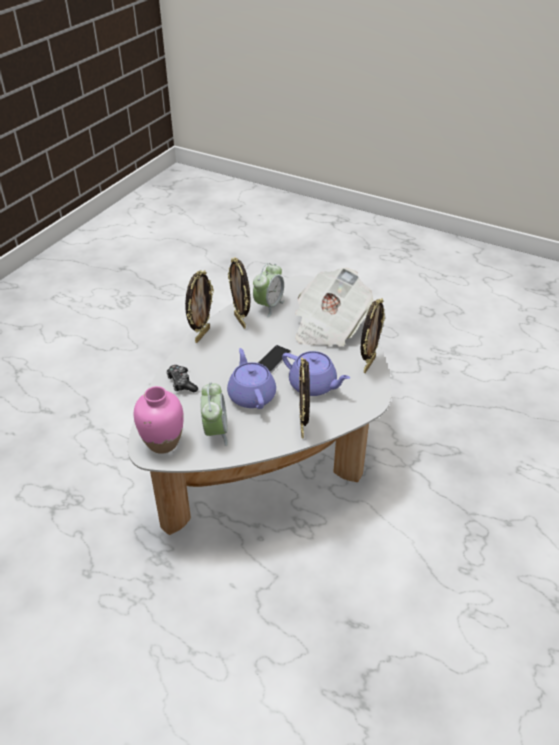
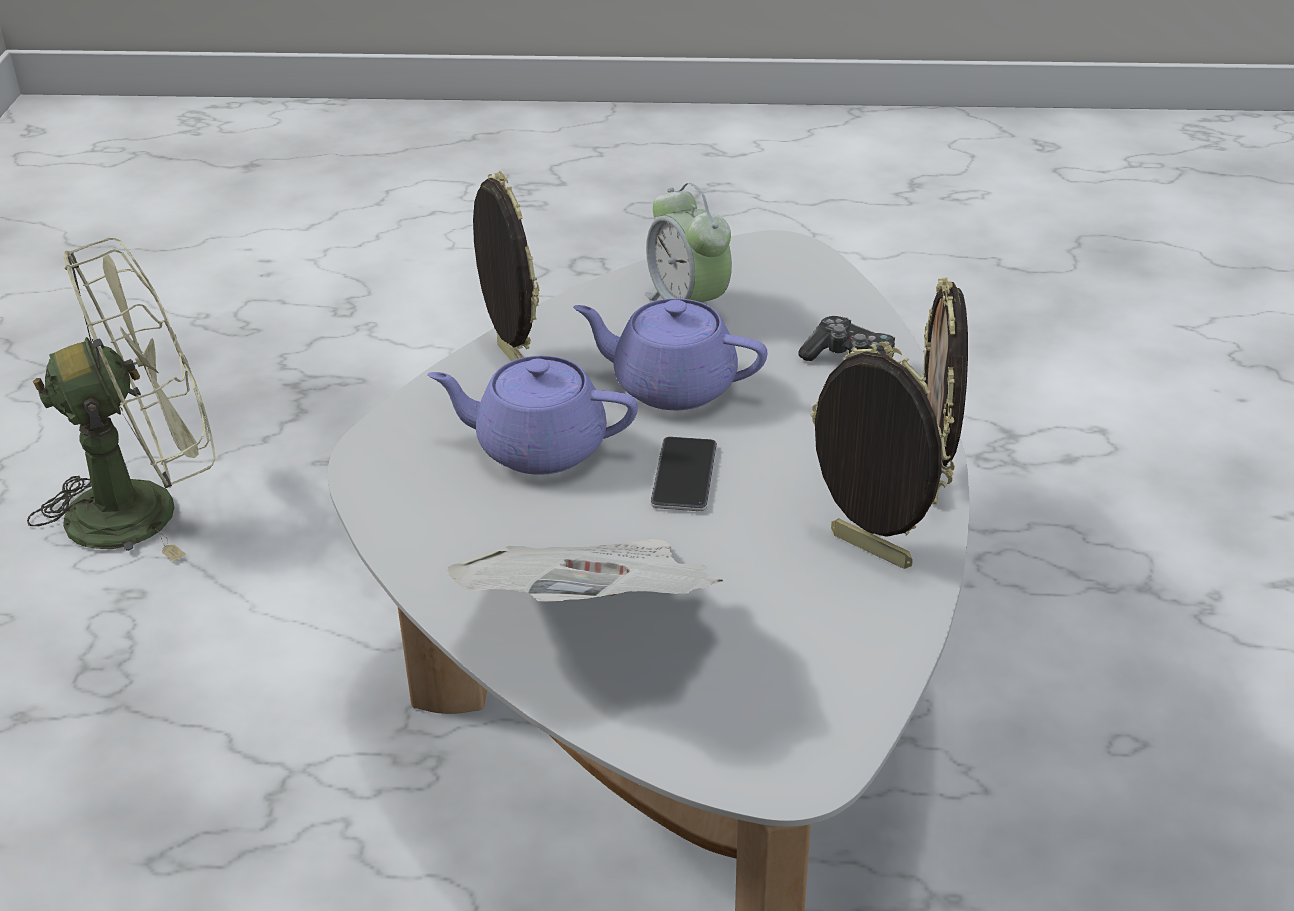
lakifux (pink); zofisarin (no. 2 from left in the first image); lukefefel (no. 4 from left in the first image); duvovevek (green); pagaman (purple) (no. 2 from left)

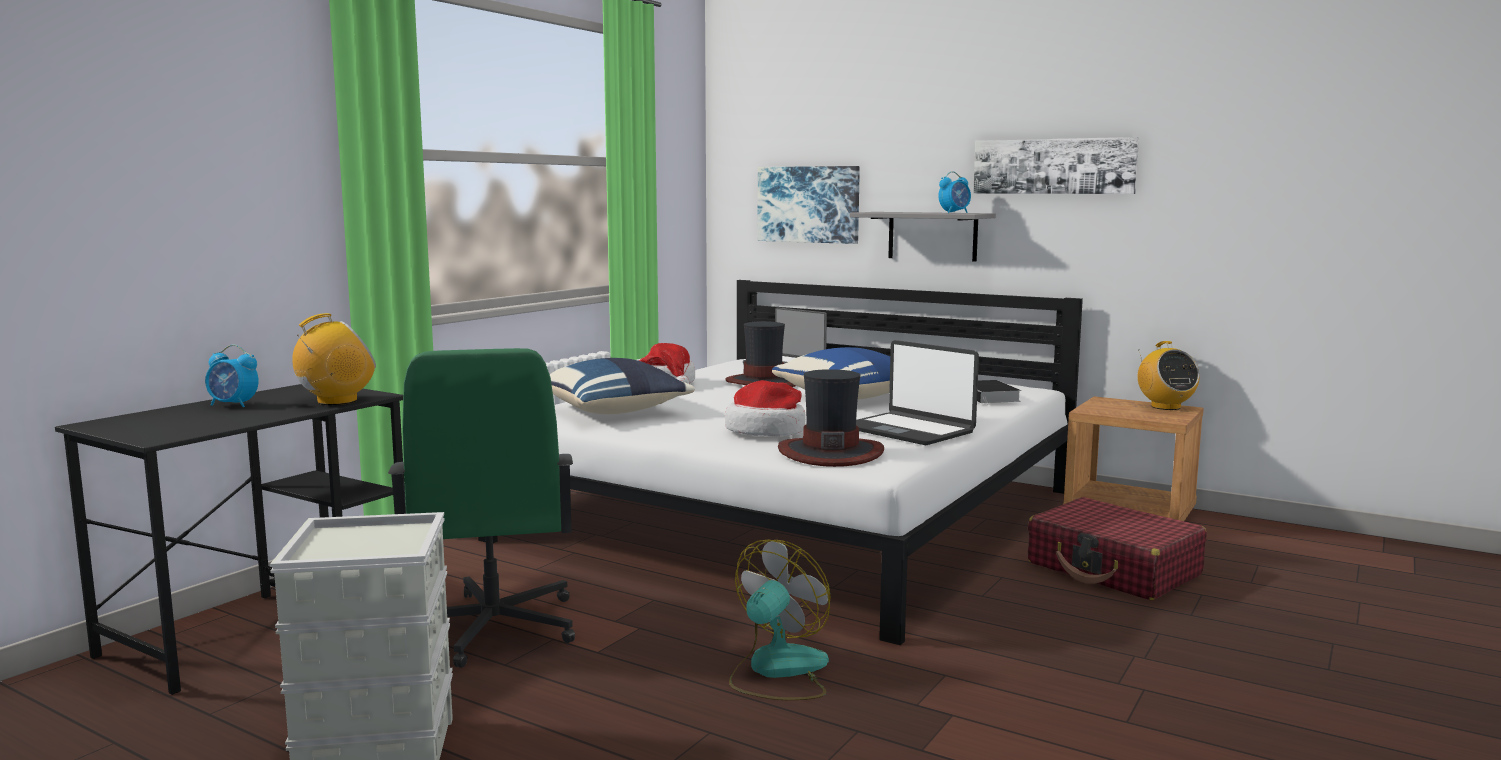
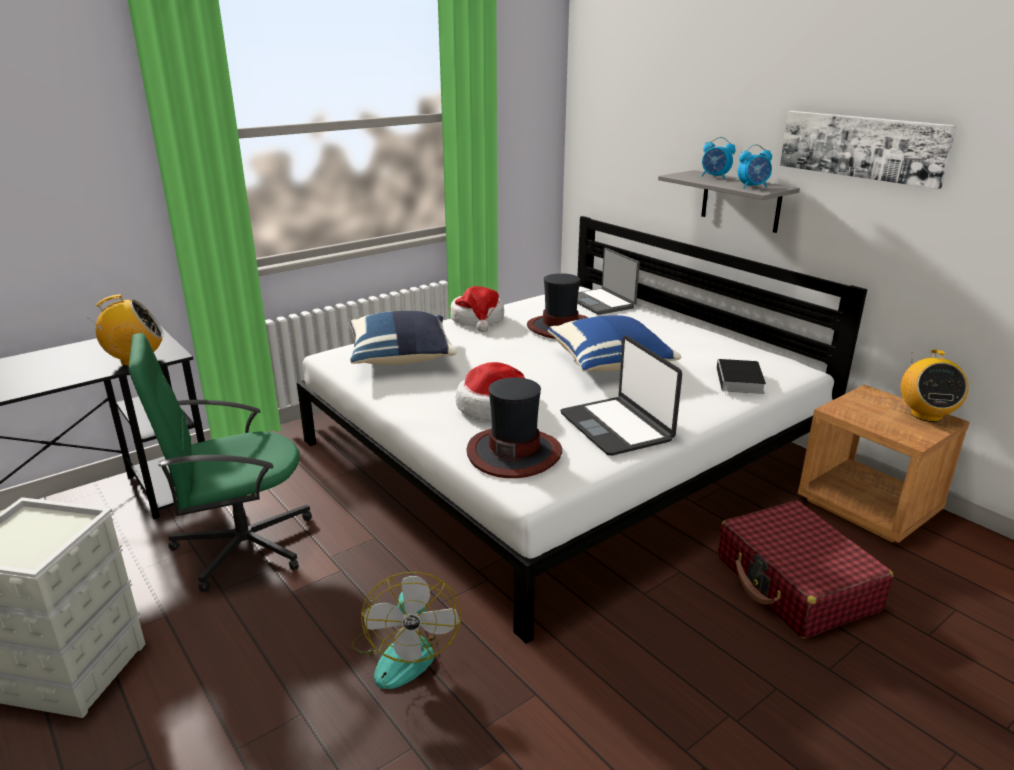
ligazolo (no. 1 from left in the first image); zofisarin (no. 1 from left); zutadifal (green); duvovevek

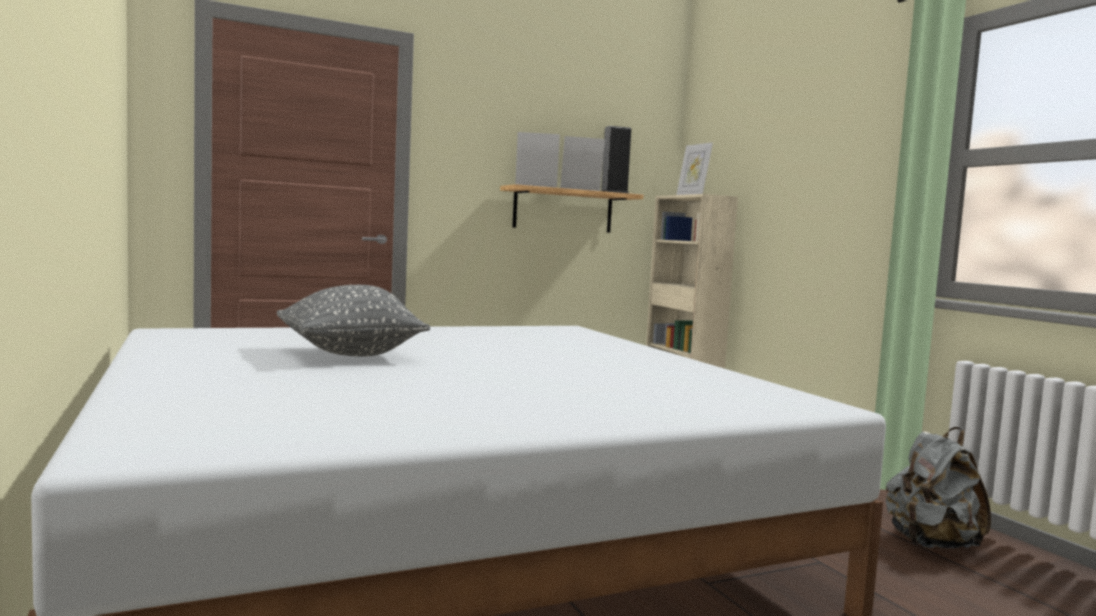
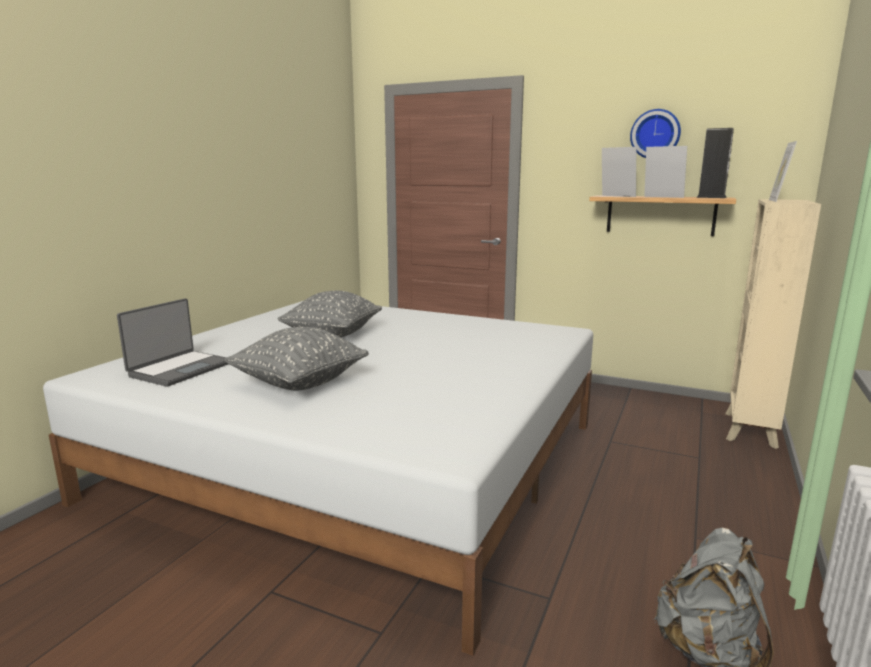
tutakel; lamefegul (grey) (no. 1 from left); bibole

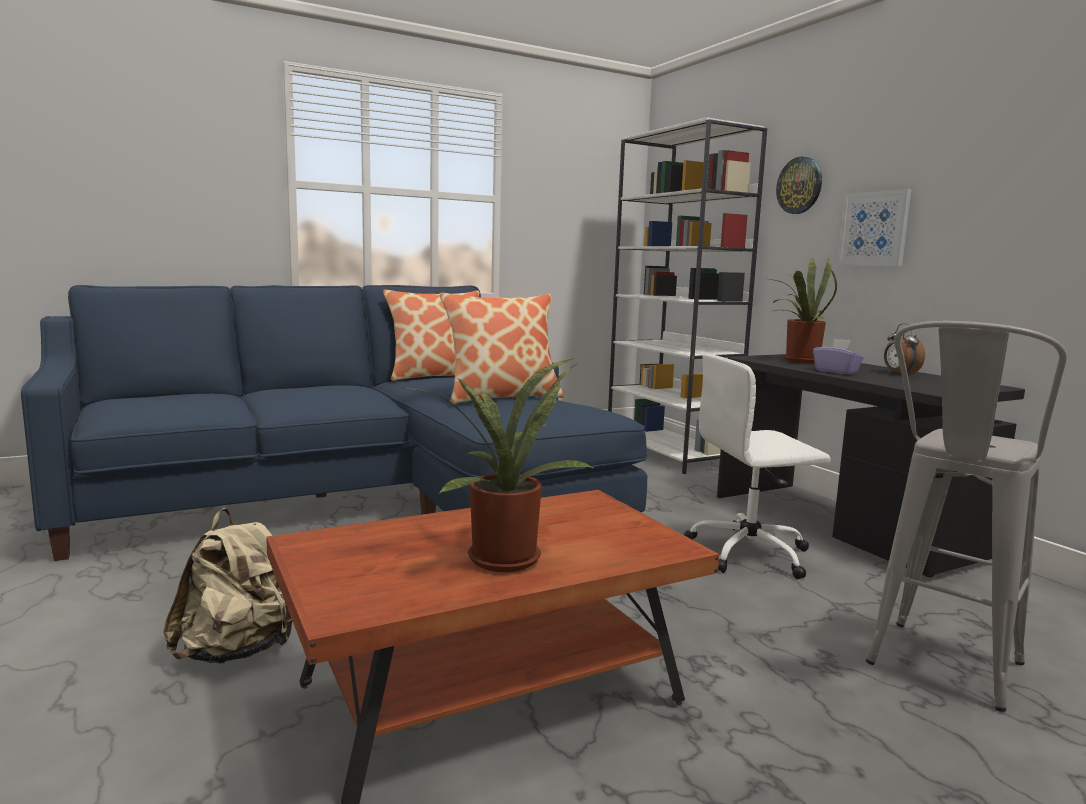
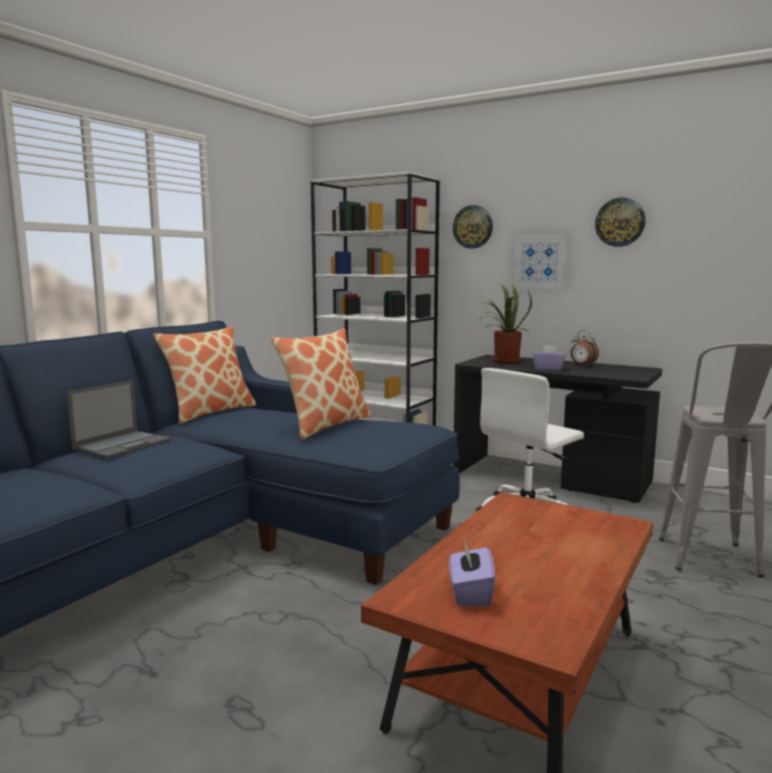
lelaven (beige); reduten (no. 1 from left in the first image); tutakel; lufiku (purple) (no. 1 from left); bibole (no. 2 from left)

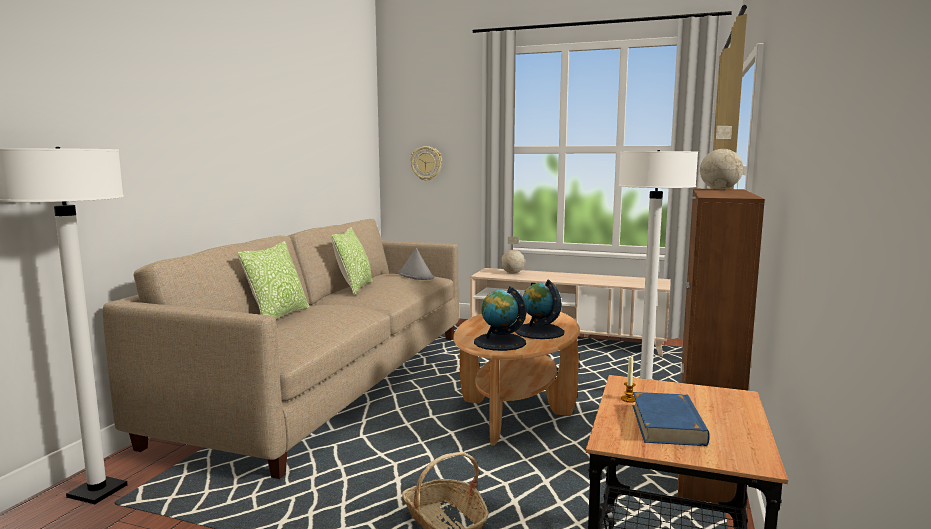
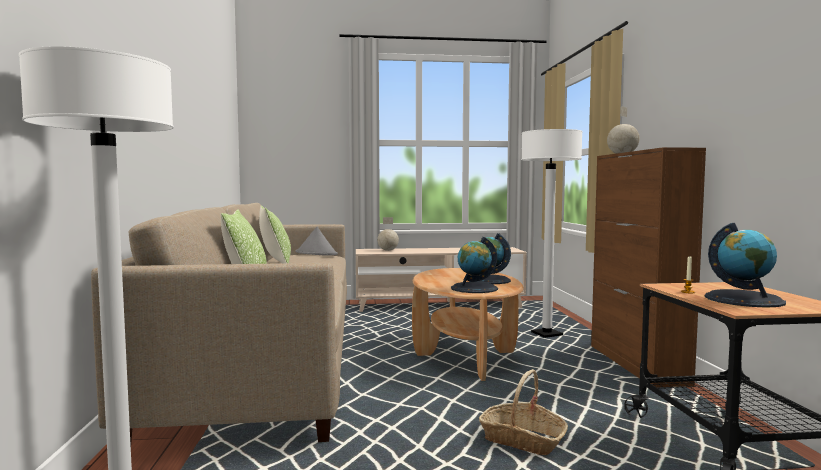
bibole; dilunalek (no. 5 from left)

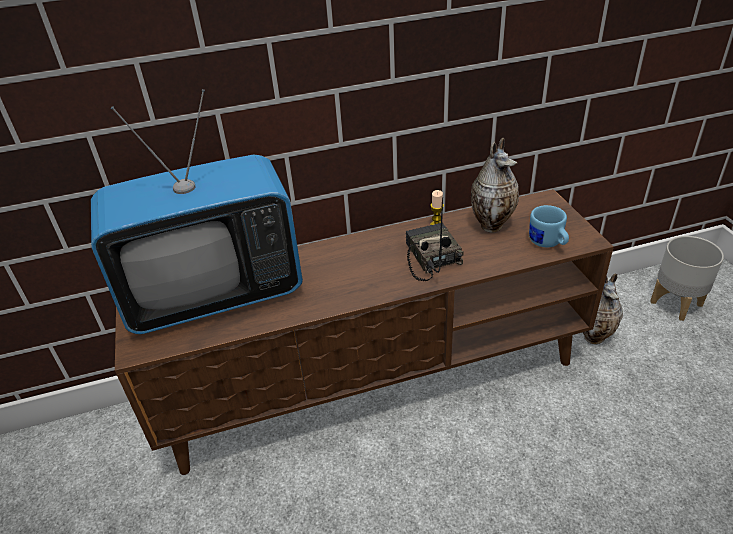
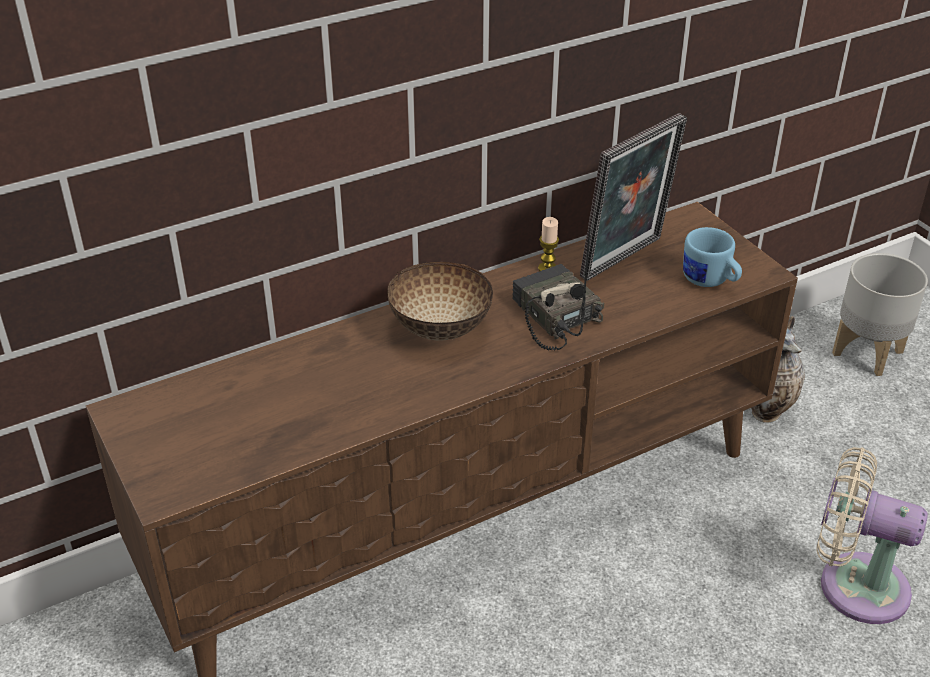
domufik; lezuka; duvovevek (beige); lukefefel

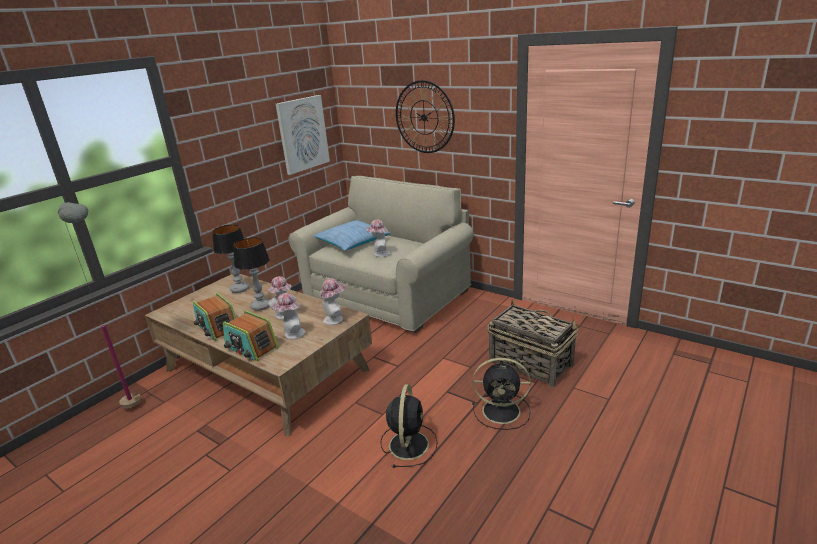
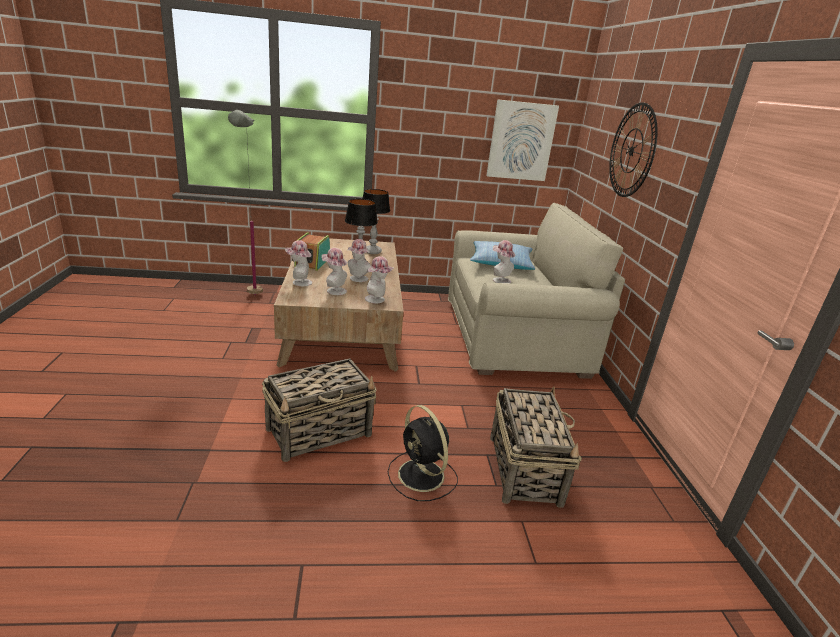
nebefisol (no. 1 from left); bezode (no. 1 from left)

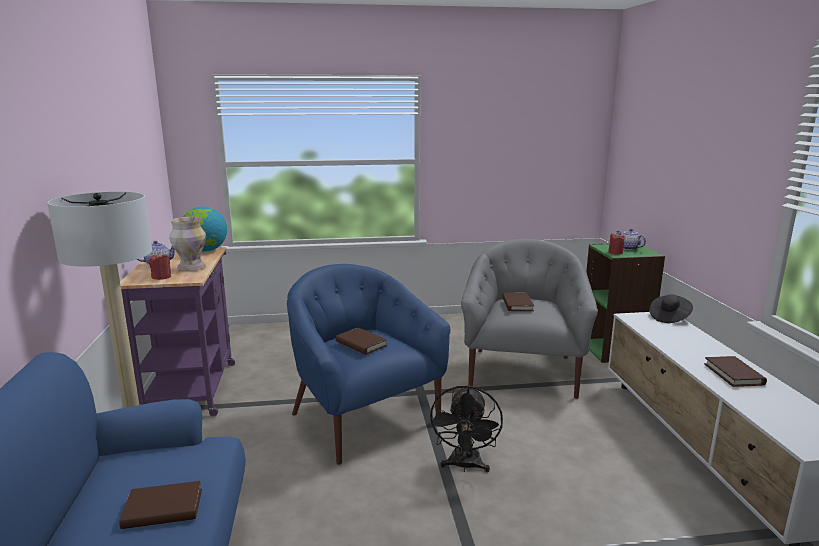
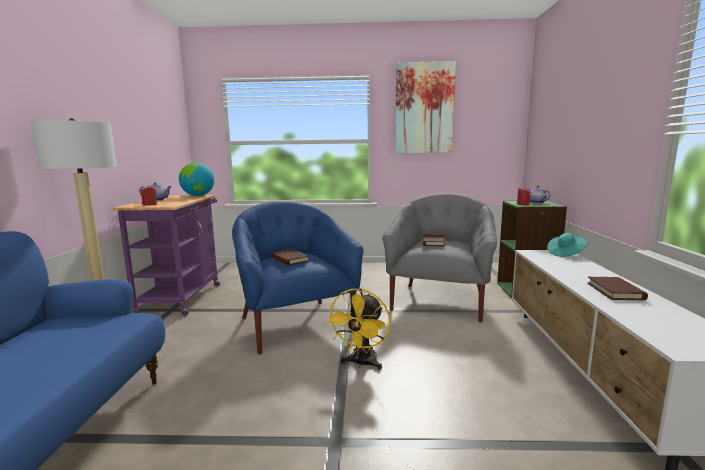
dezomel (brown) (no. 1 from left in the first image); lakifux; ligazolo; duvovevek (yellow); nebefisol (turquoise)

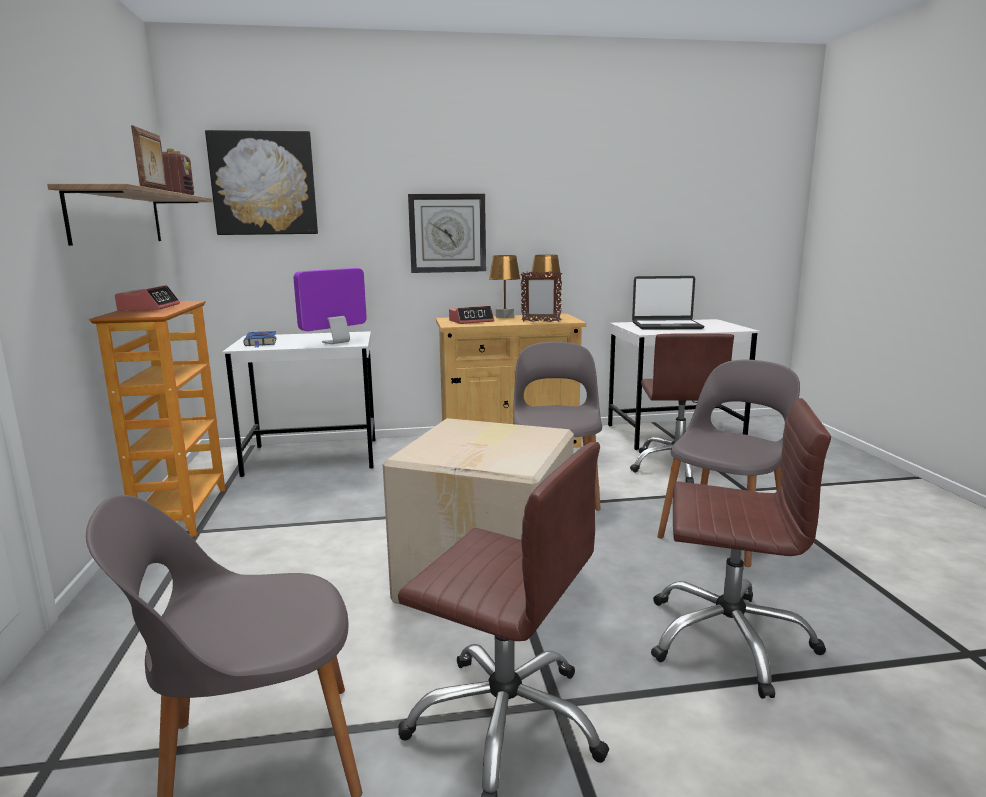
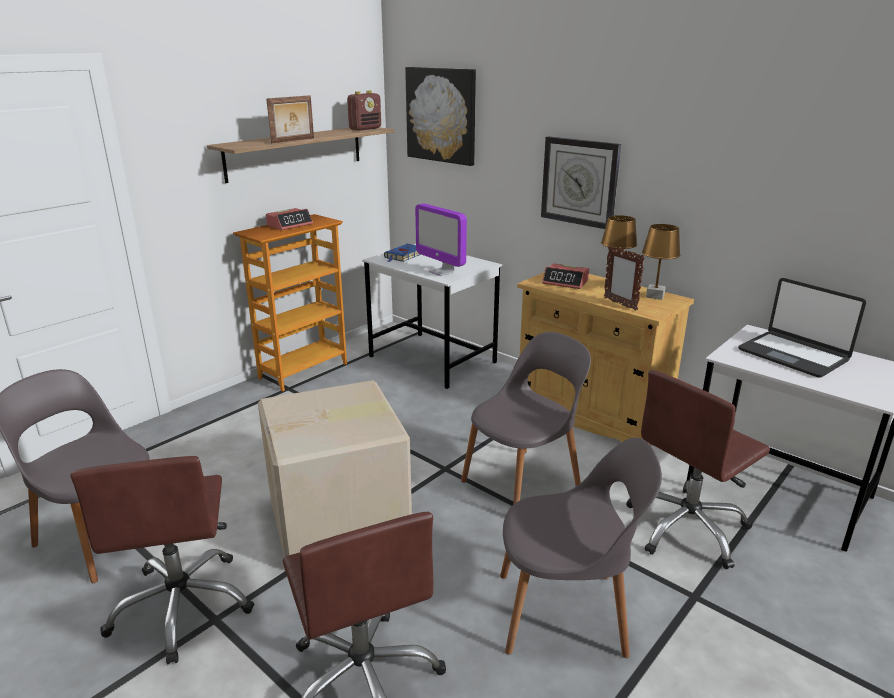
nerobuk

